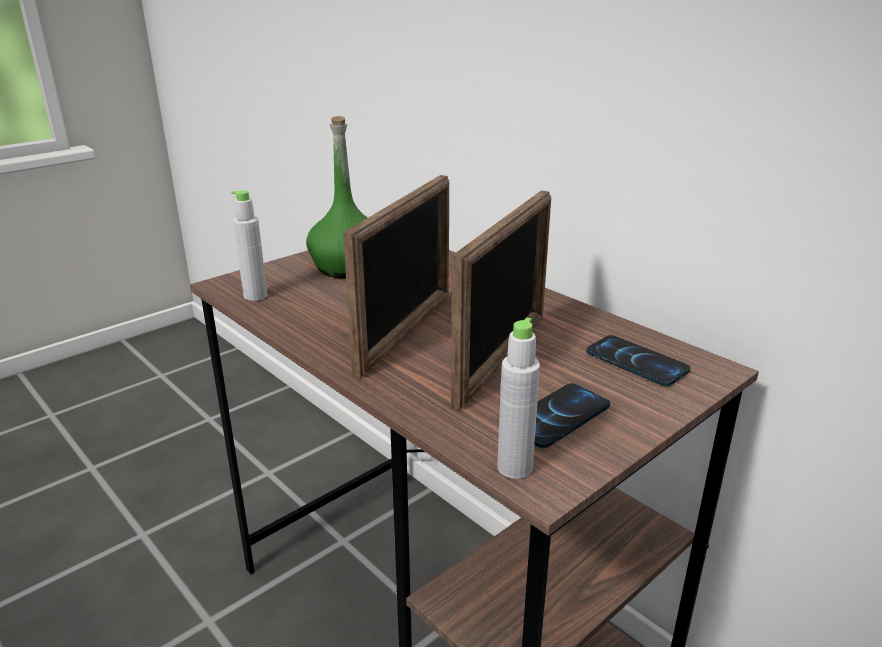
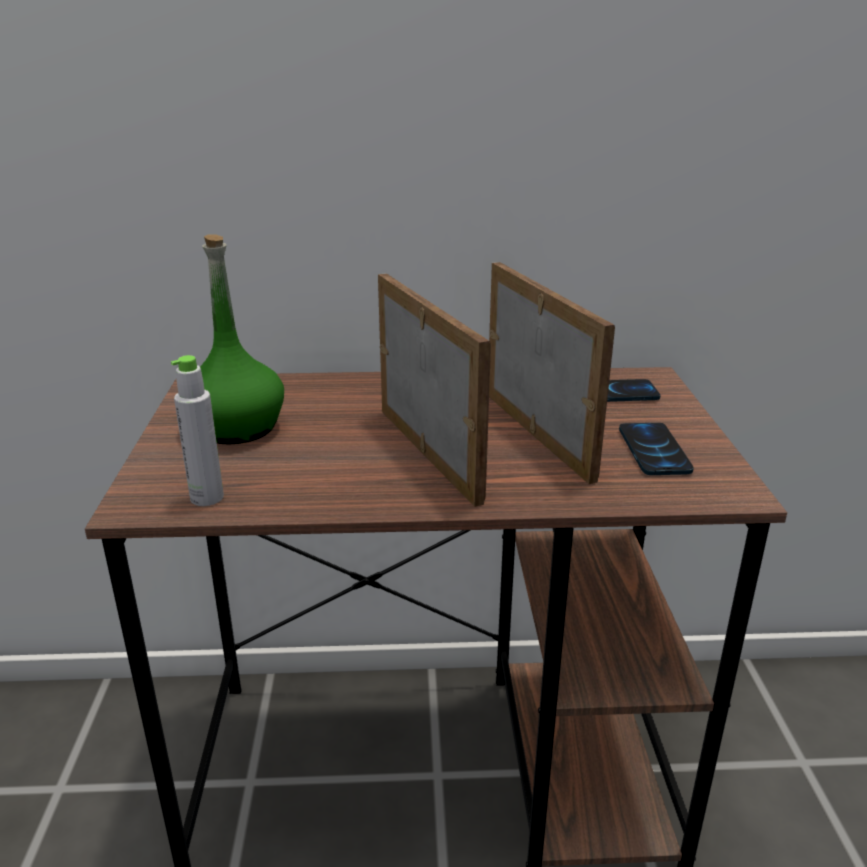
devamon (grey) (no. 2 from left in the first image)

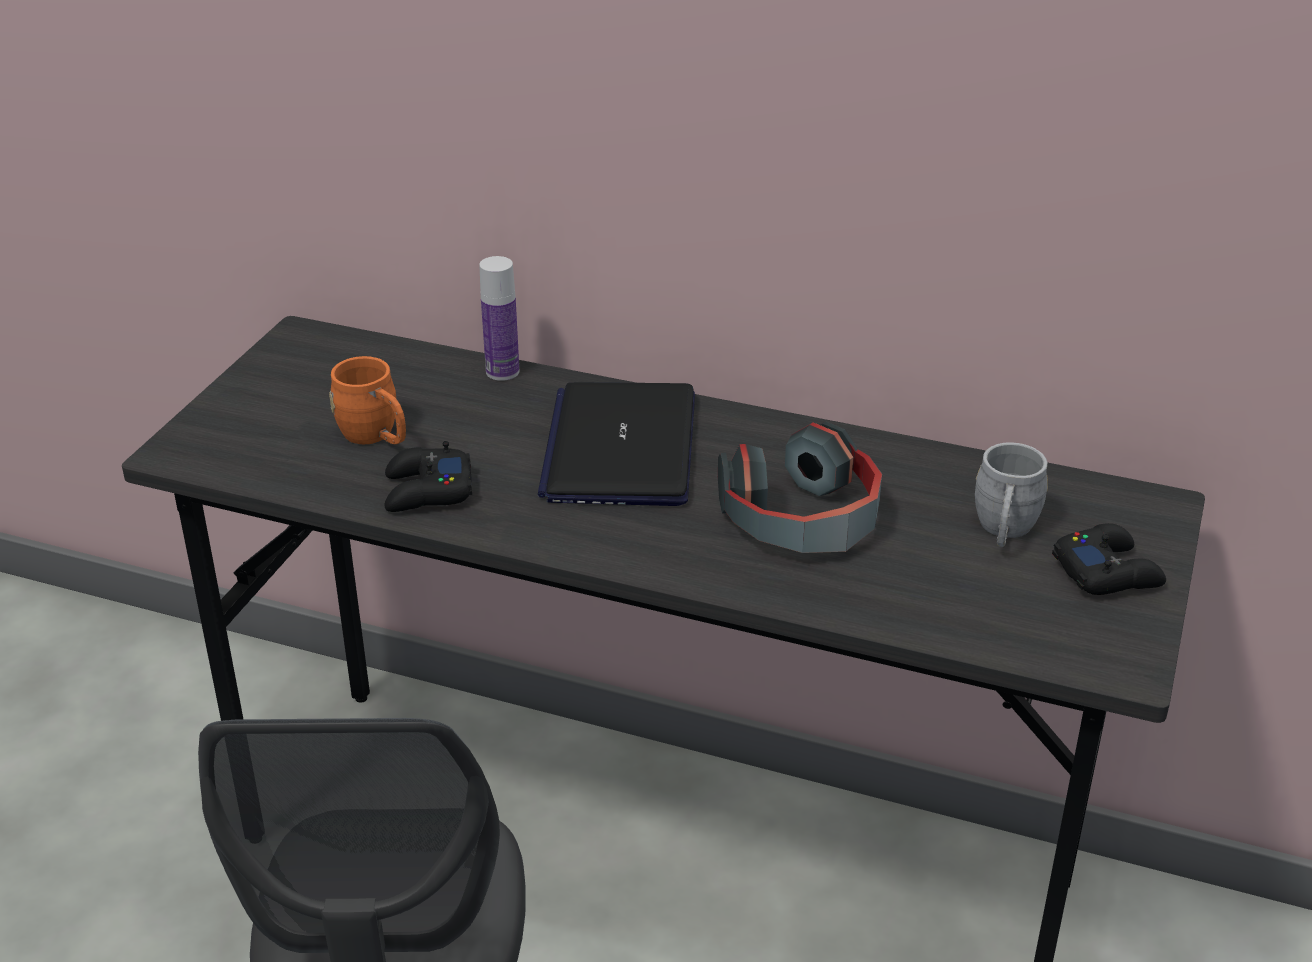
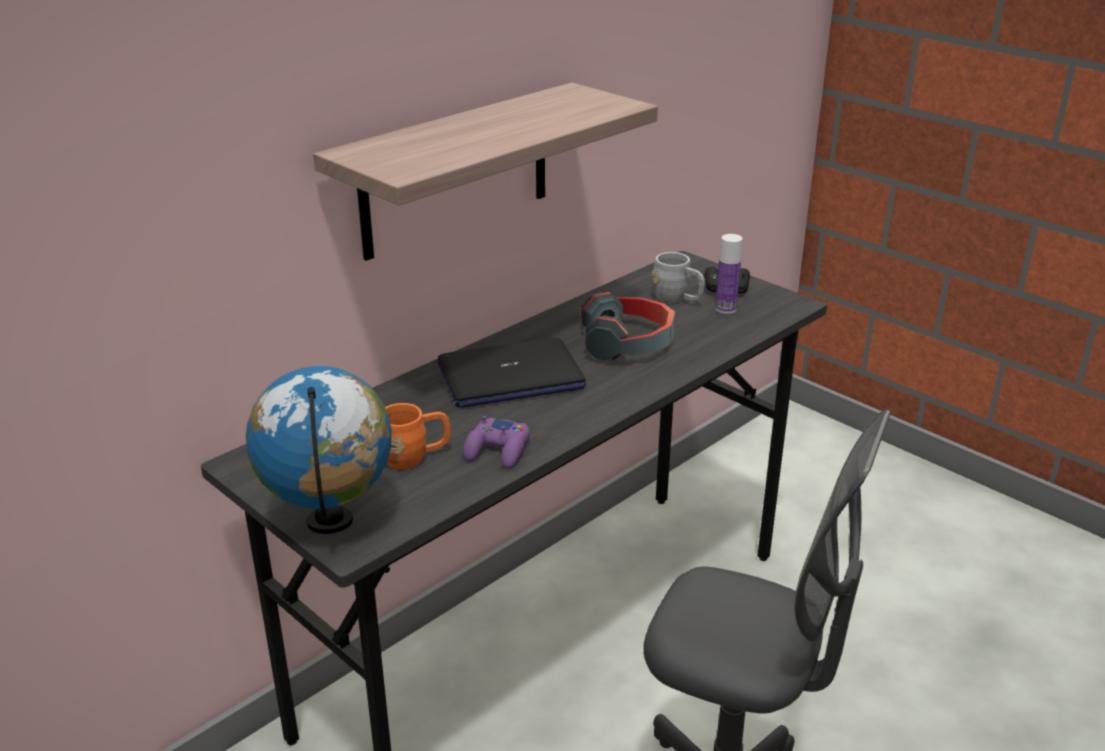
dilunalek; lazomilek; devamon; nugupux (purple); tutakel

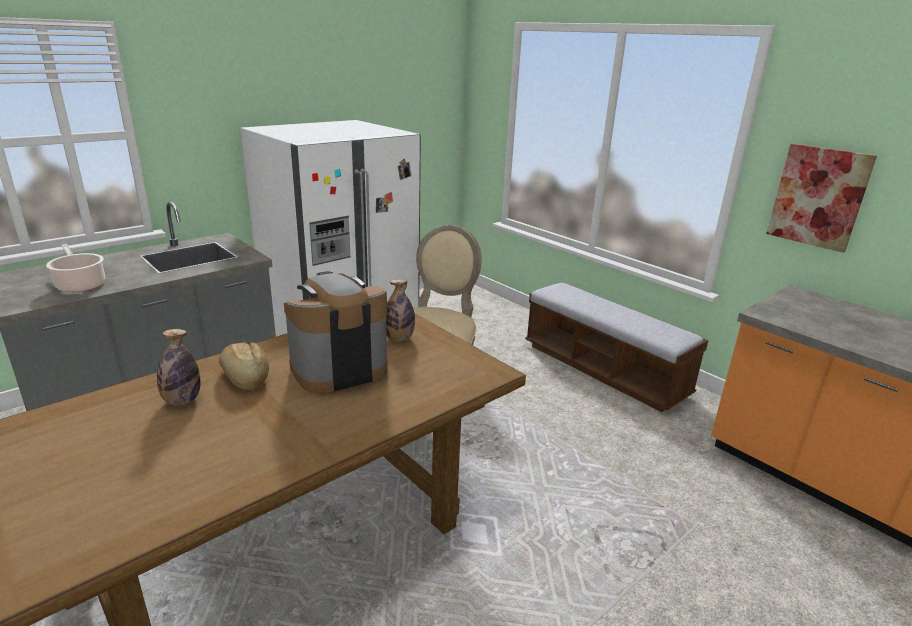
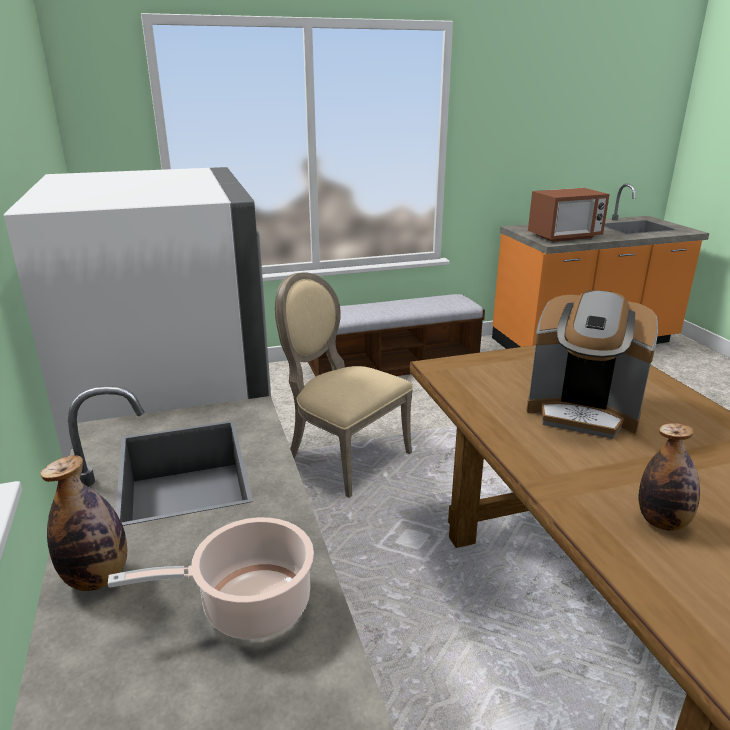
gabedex; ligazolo; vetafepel; devamon (no. 1 from left); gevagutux

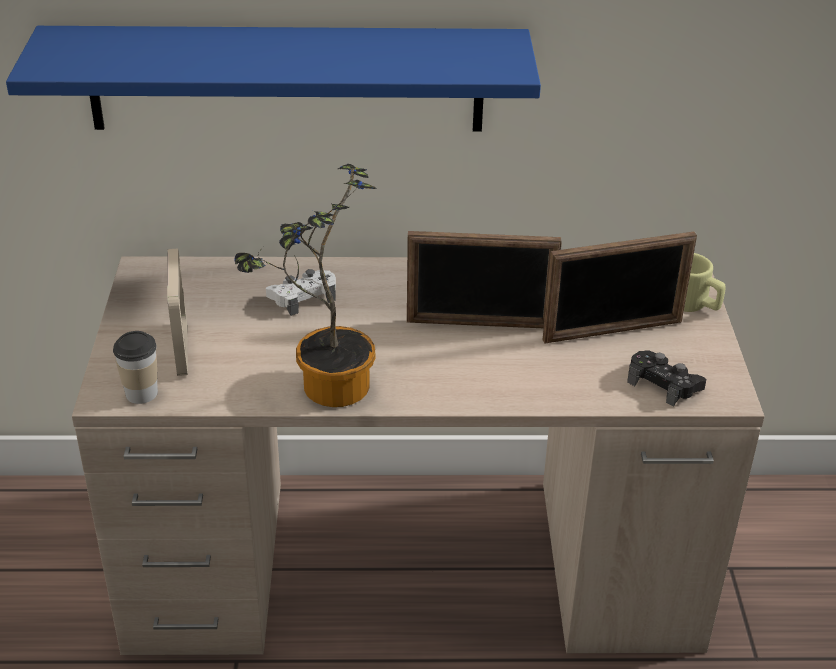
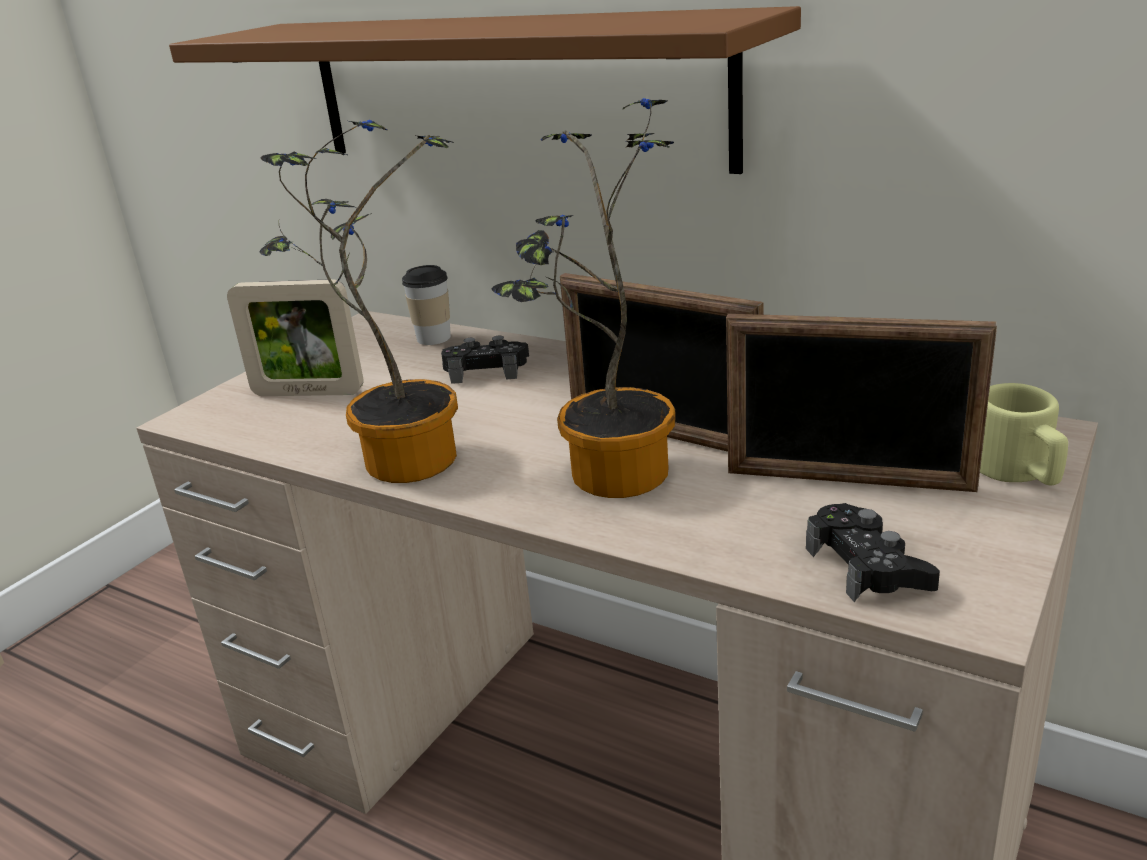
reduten (no. 2 from left); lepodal; lazomilek (brown); nugupux (black) (no. 1 from left); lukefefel (no. 1 from left)

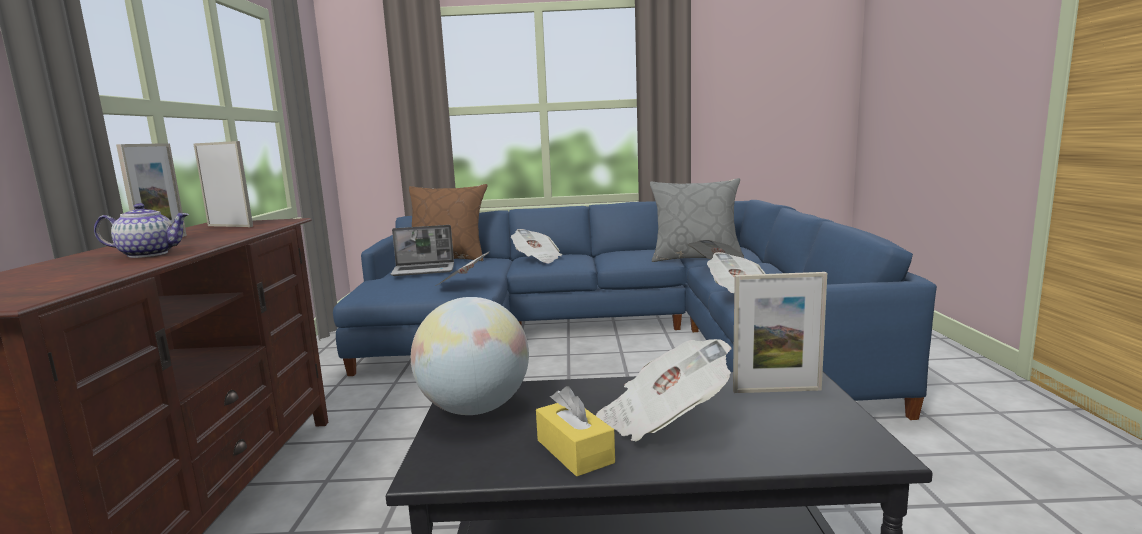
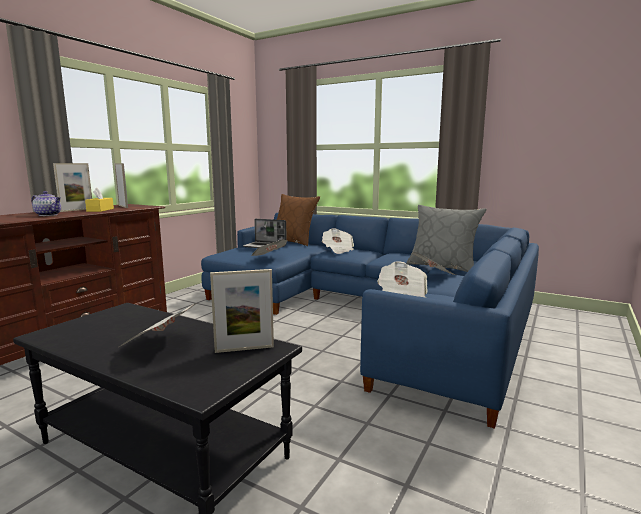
dilunalek; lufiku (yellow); lukefefel (no. 3 from left)

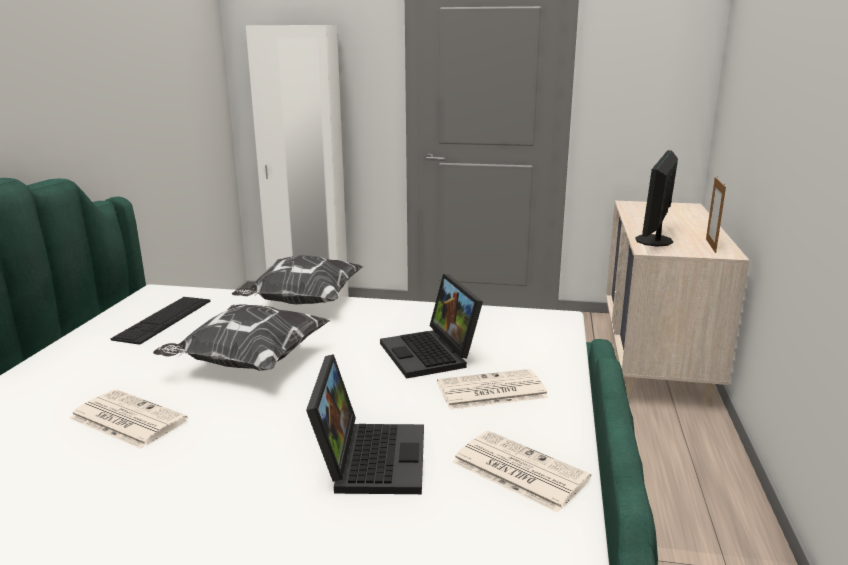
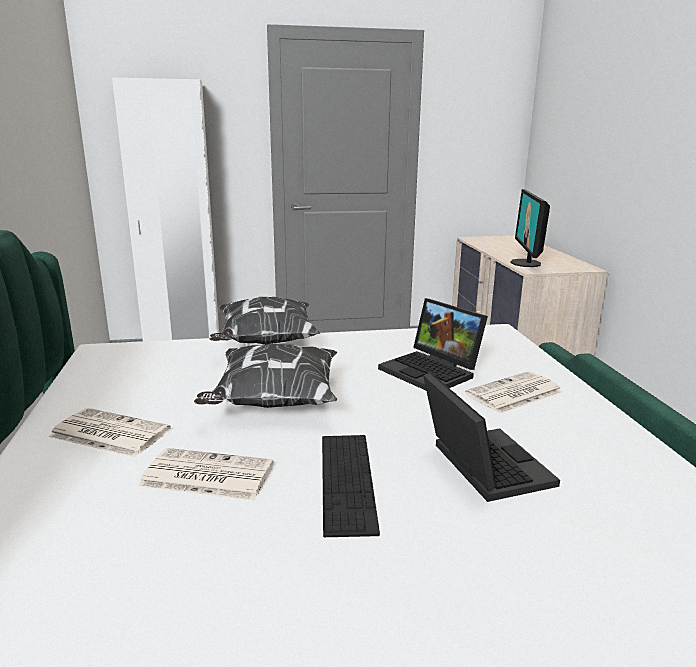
lukefefel; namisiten; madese (no. 1 from left)

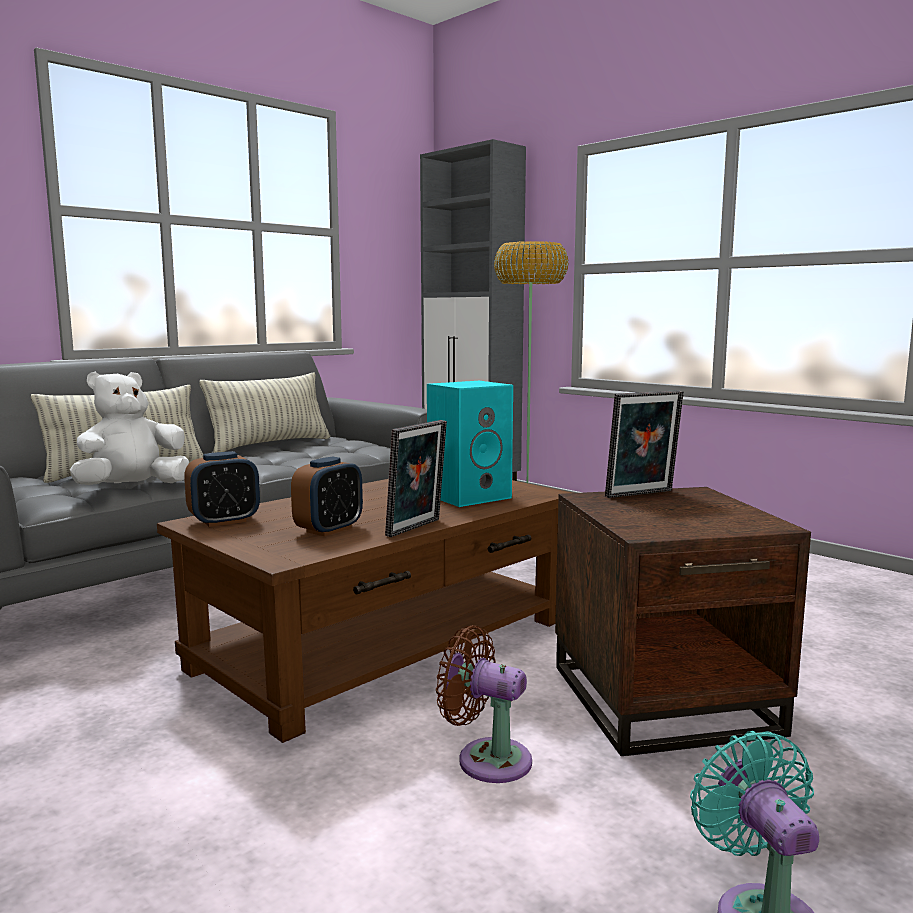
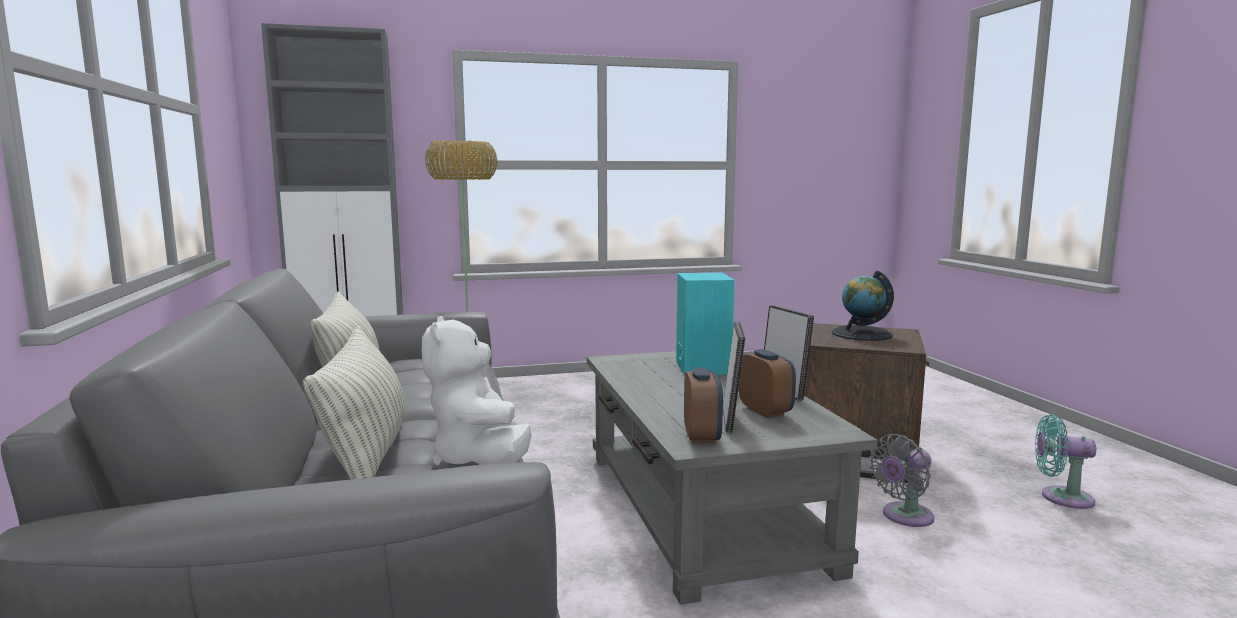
dilunalek; lukefefel (no. 1 from left); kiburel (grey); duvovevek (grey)

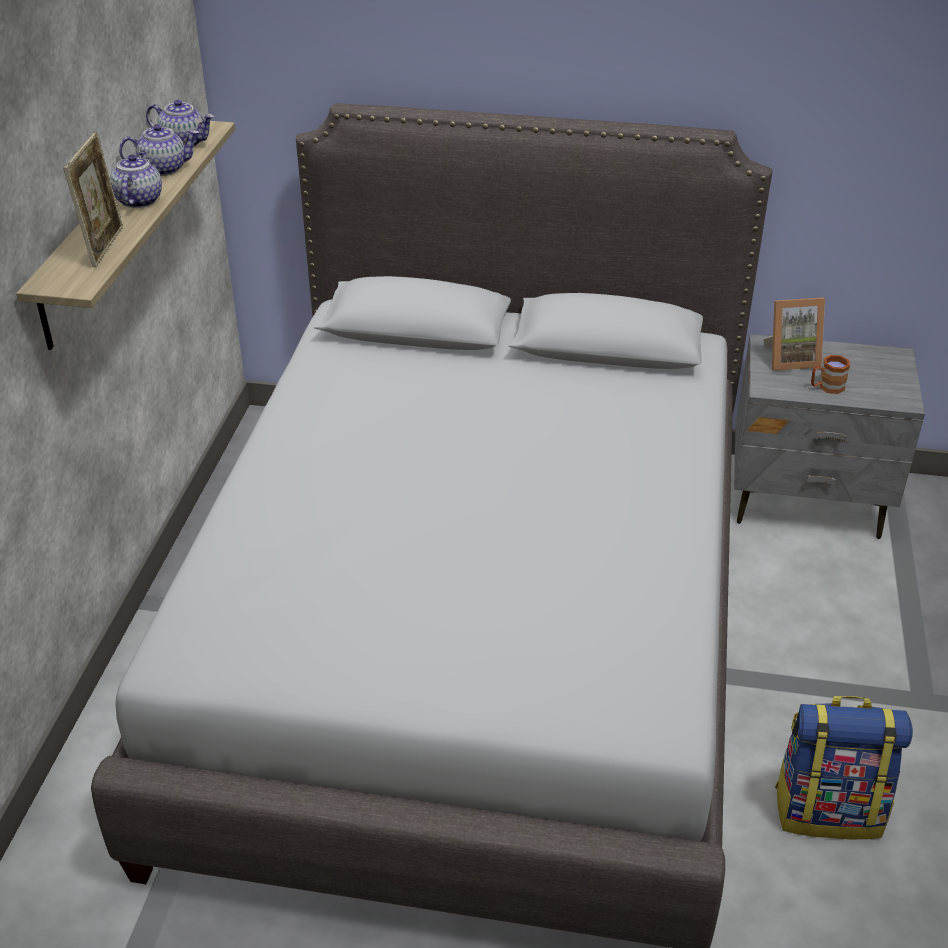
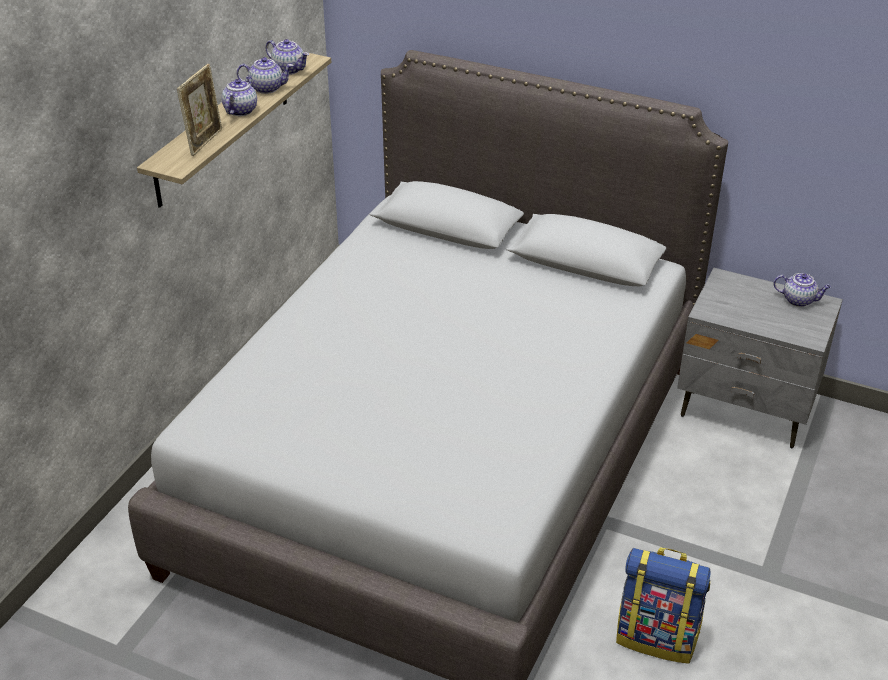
lukefefel (no. 2 from left in the first image); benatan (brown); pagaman (no. 4 from left)

